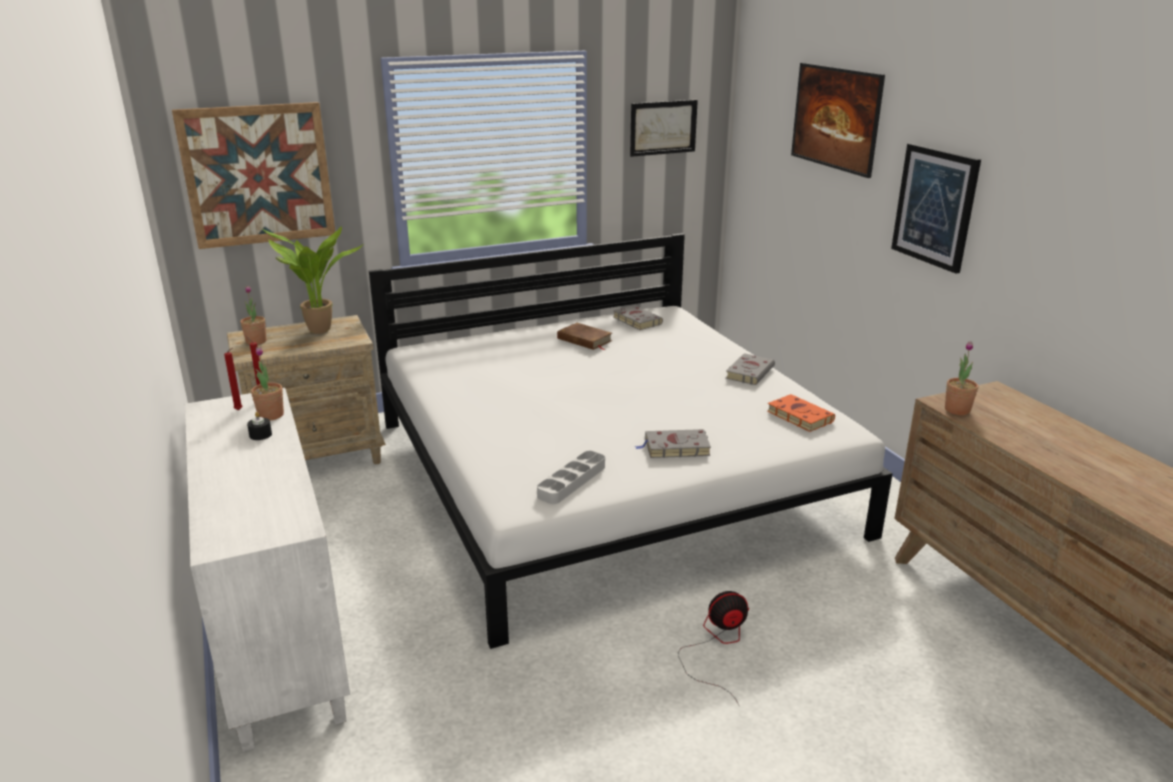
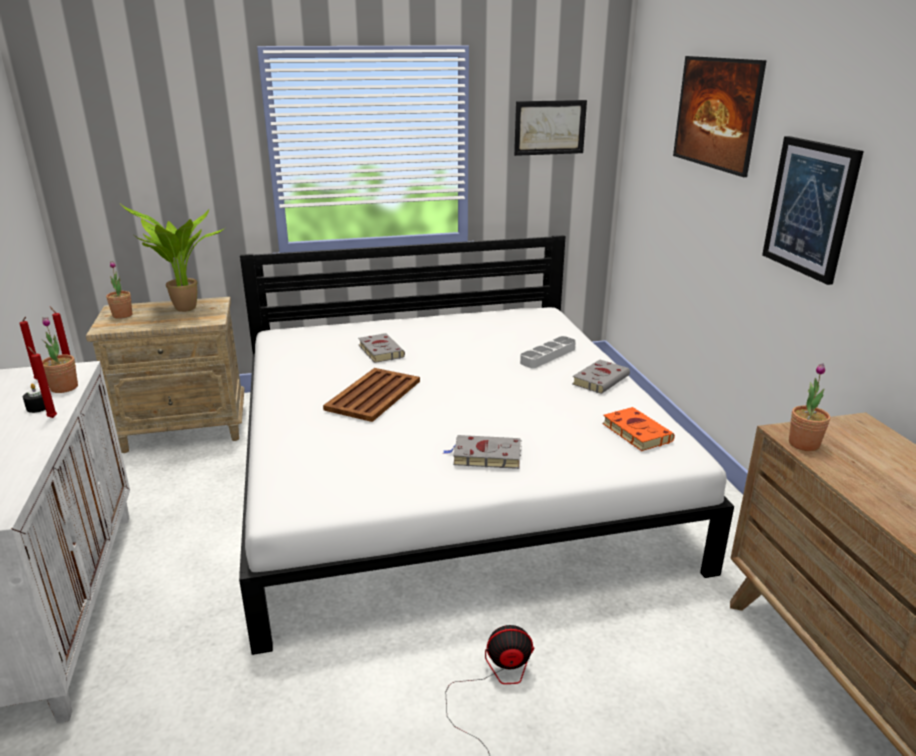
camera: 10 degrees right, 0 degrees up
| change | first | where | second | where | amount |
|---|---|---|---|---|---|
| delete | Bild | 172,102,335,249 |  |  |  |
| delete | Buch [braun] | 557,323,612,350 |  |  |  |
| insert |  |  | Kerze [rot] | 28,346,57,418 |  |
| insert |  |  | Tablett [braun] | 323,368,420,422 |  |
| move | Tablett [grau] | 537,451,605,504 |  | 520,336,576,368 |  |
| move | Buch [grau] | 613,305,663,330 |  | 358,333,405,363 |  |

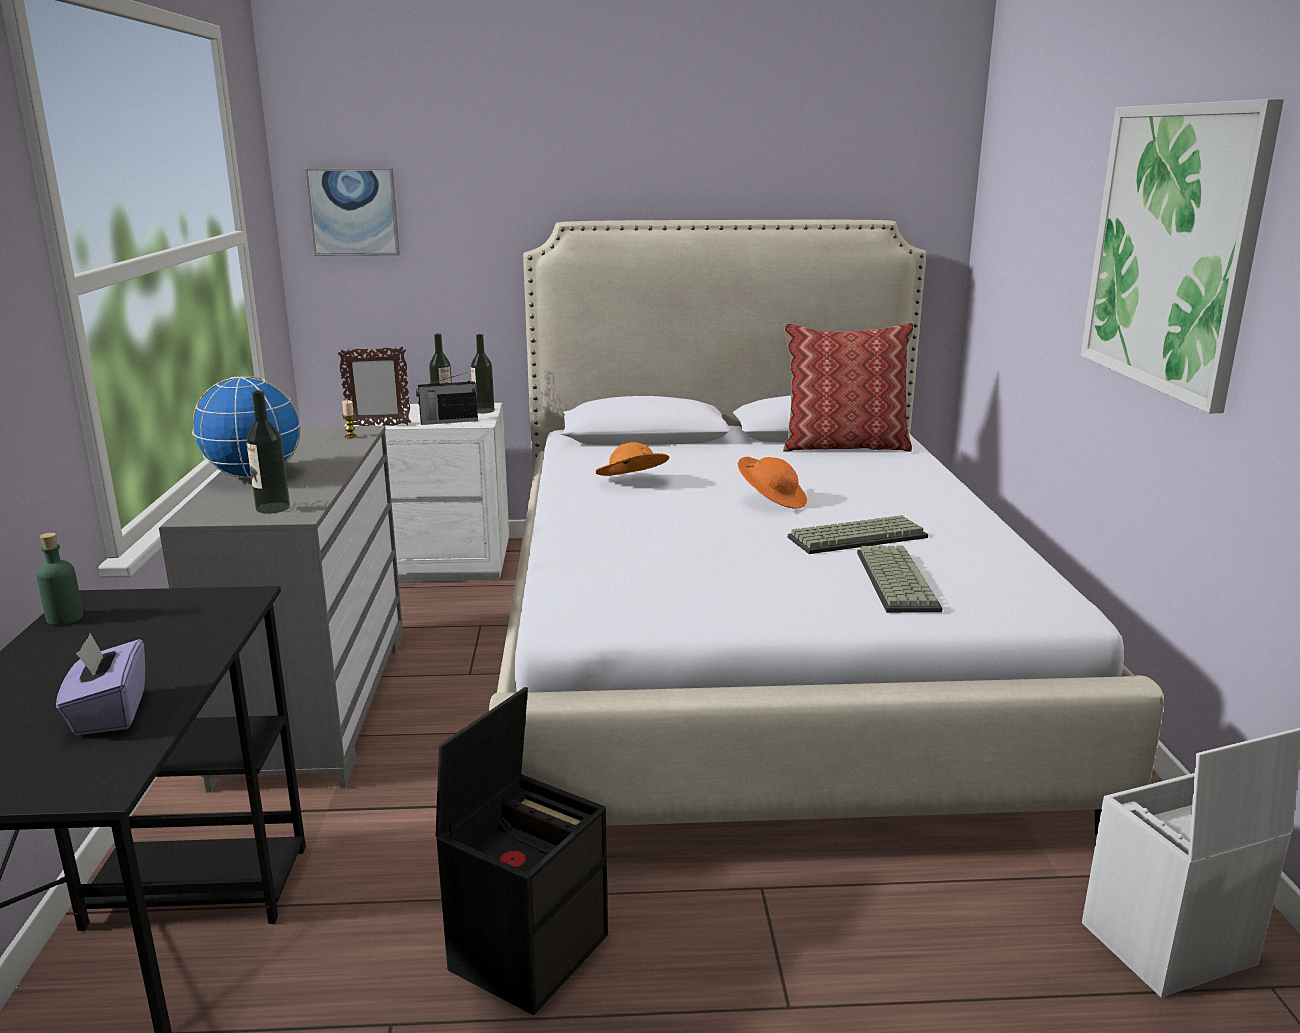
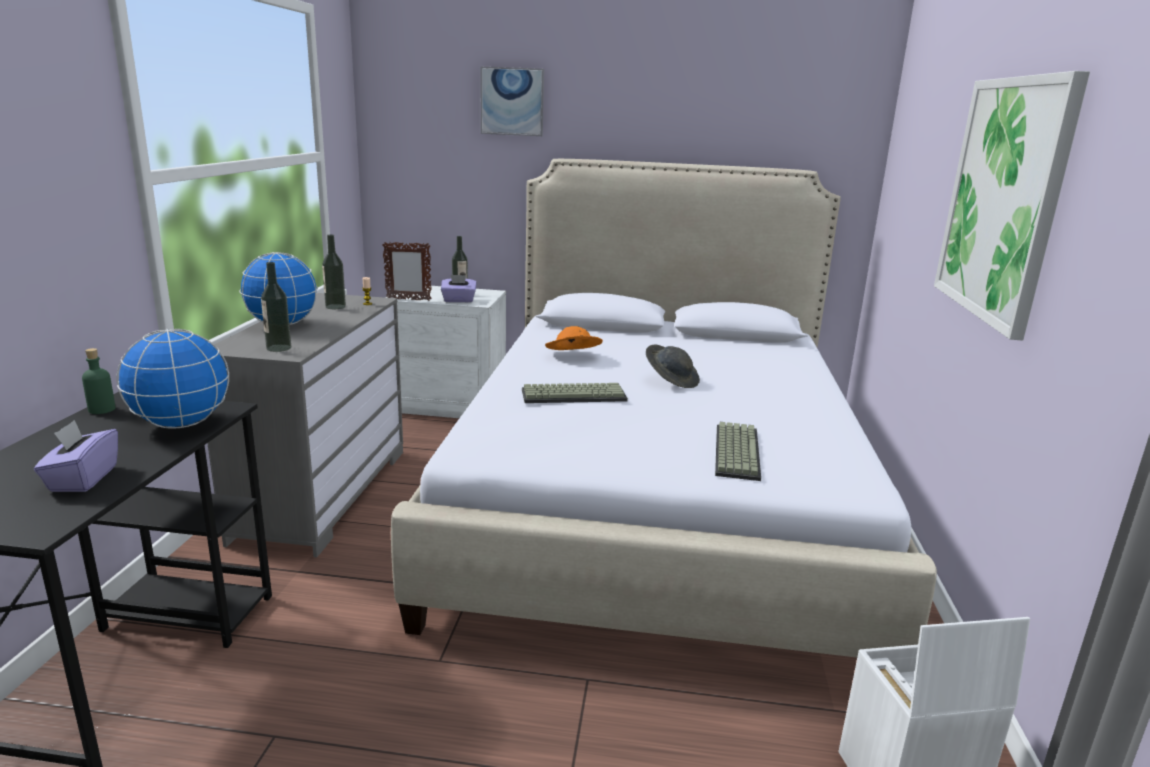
camera: 10 degrees right, 0 degrees up
| change | first | where | second | where | amount |
|---|---|---|---|---|---|
| delete | Aufbewahrungsbox [schwarz] | 436,687,608,1015 |  |  |  |
| delete | Kissen | 783,322,914,452 |  |  |  |
| insert |  |  | Globus | 117,329,229,429 |  |
| move | Bild | 305,168,400,256 |  | 480,67,544,136 |  |
| move | Flasche | 471,334,494,413 |  | 322,234,346,309 |  |
| move | Tastatur | 788,515,928,554 |  | 522,383,628,403 |  |
| replace | Radio | 416,372,478,425 | Taschentuchbox [lila] | 441,275,477,302 |  |
| recolor | Hut [orange] | 738,457,807,509 | Hut [grau] | 646,345,700,388 |  |

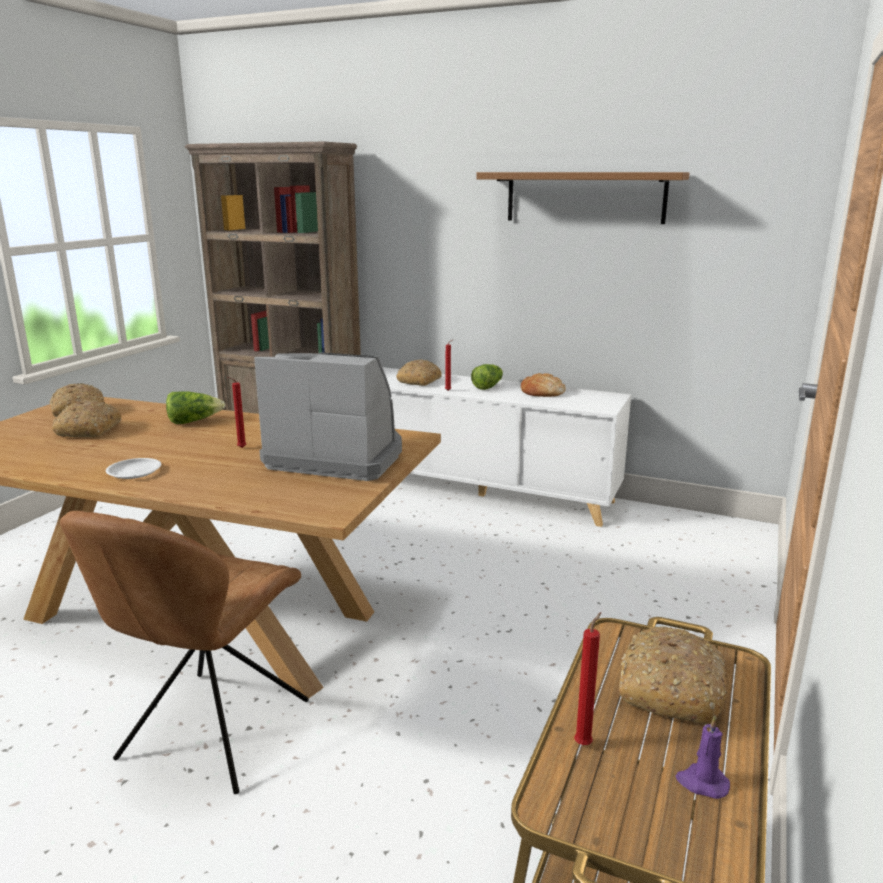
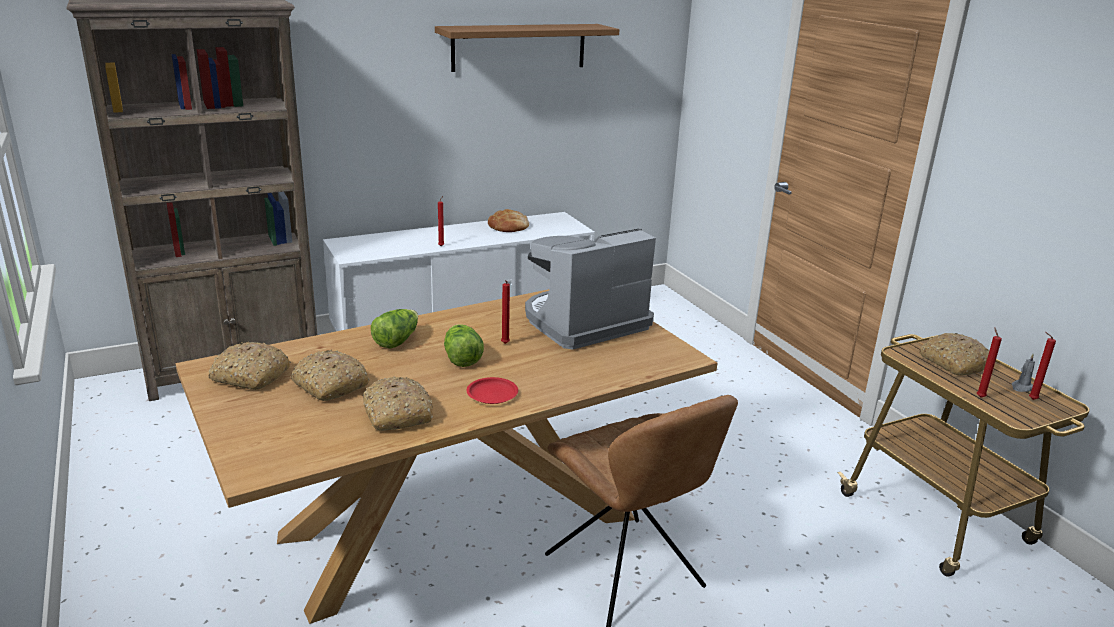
camera: 50 degrees left, 5 degrees up
| change | first | where | second | where | amount |
|---|---|---|---|---|---|
| insert |  |  | Kerze [rot] | 1029,332,1056,400 |  |
| move | Brot | 396,360,442,386 |  | 363,377,433,431 |  |
| move | Salatkopf | 471,364,503,390 |  | 444,324,484,367 |  |
| recolor | Teller [weiß] | 106,458,161,479 | Teller [rot] | 466,377,518,404 |  |
| recolor | Kerze [lila] | 676,715,730,799 | Kerze [grau] | 1012,354,1035,392 |  |

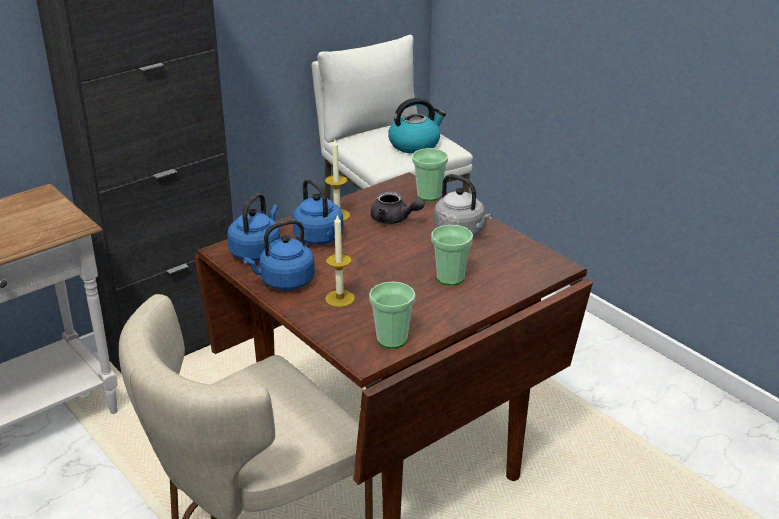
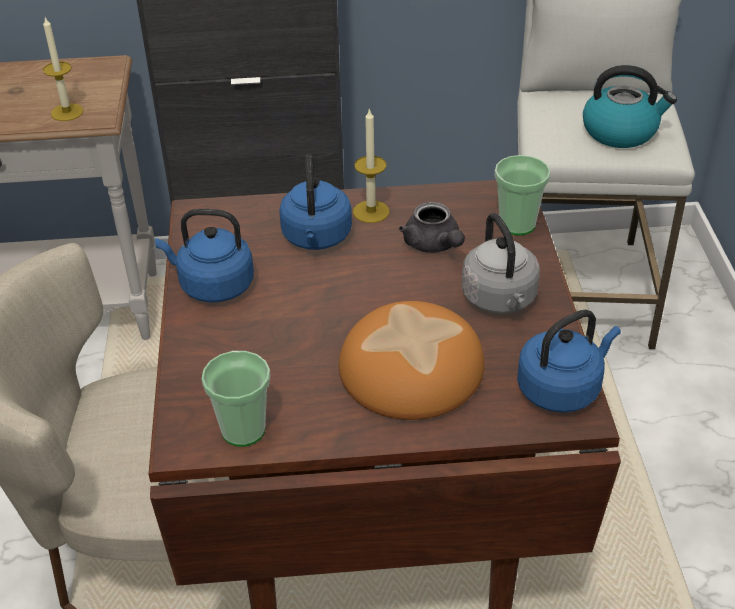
camera: 35 degrees right, 10 degrees up
| change | first | where | second | where | amount |
|---|---|---|---|---|---|
| move | Wasserkessel [blau] | 227,193,280,261 |  | 517,310,621,413 |  |
| move | Kerze | 325,214,355,307 |  | 43,17,84,121 |  |
| replace | Tasse | 431,225,473,286 | Brot | 339,301,485,420 |  |

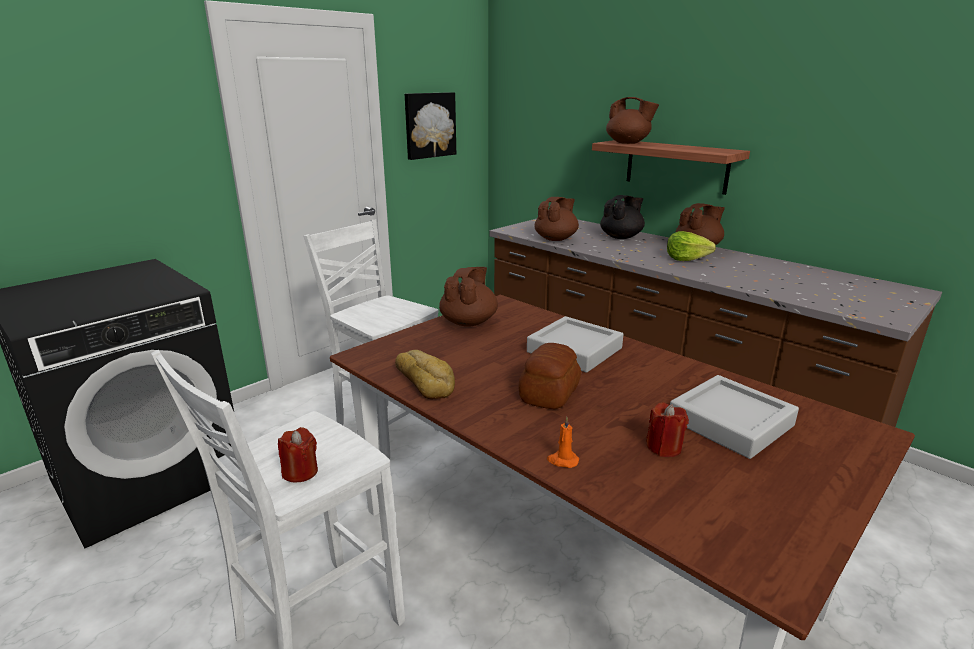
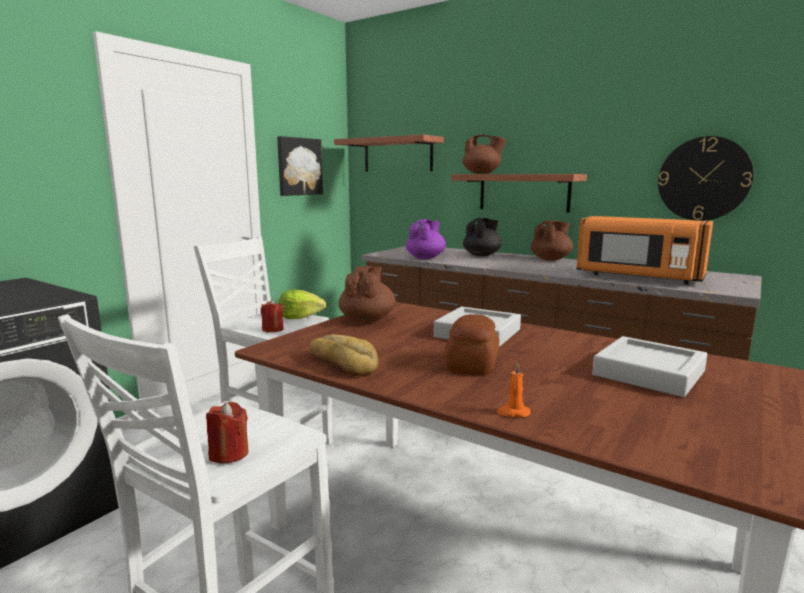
camera: 10 degrees left, 10 degrees down
| change | first | where | second | where | amount |
|---|---|---|---|---|---|
| insert |  |  | Wandregal | 334,135,444,172 |  |
| insert |  |  | Mikrowelle [orange] | 576,216,713,284 |  |
| insert |  |  | Wanduhr | 658,136,753,221 |  |
| move | Kerze [rot] | 646,403,689,457 |  | 261,299,284,332 |  |
| move | Salatkopf | 667,231,716,261 |  | 278,289,326,319 |  |
| recolor | Teekanne [braun] | 535,197,579,241 | Teekanne [lila] | 406,219,446,259 |  |

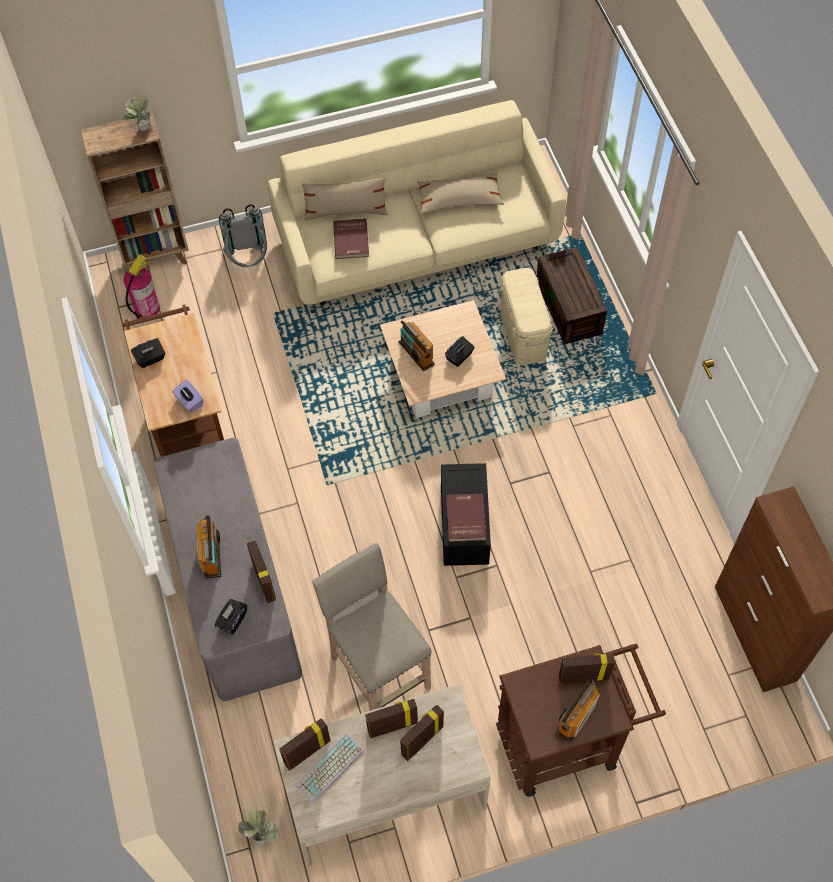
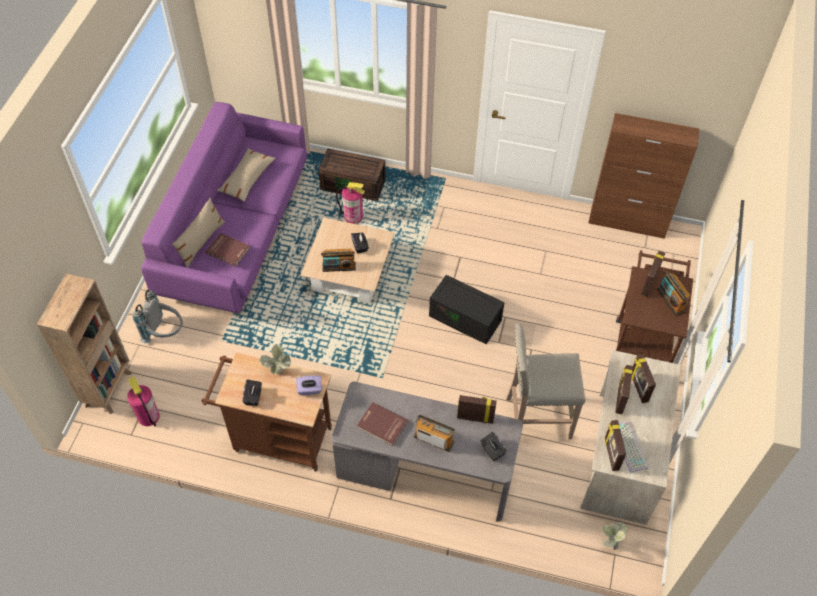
camera: 60 degrees left, 5 degrees down
| change | first | where | second | where | amount |
|---|---|---|---|---|---|
| move | Topfpflanze | 123,94,153,131 |  | 259,344,291,374 |  |
| move | Buch [rot] | 446,494,487,542 |  | 357,402,408,446 |  |
| replace | Aufbewahrungsbox [beige] | 500,268,553,365 | Feuerlöscher | 336,182,365,224 |  |
| recolor | Sofa [beige] | 267,100,566,306 | Sofa [lila] | 141,102,307,313 |  |

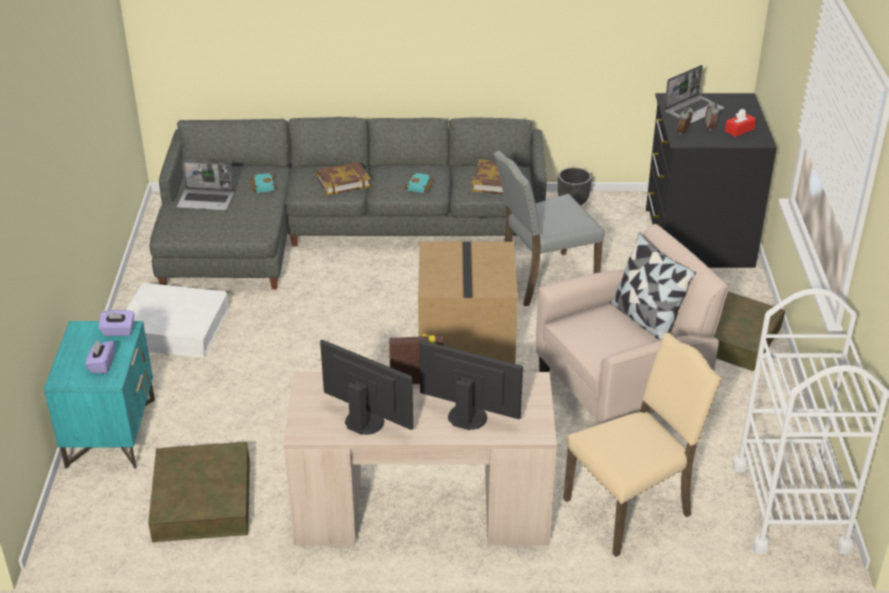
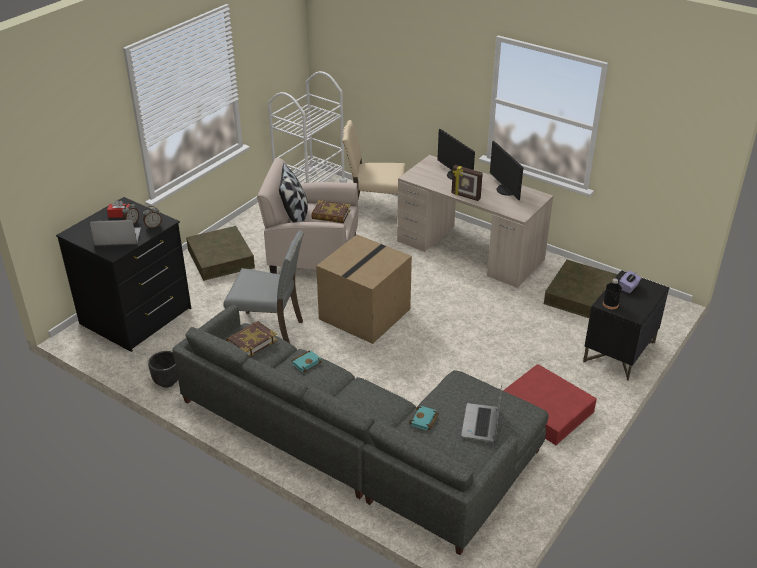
camera: 145 degrees left, 0 degrees up
| change | first | where | second | where | amount |
|---|---|---|---|---|---|
| move | Buch | 317,162,371,195 |  | 311,200,350,223 |  |
| replace | Taschentuchbox [lila] | 98,310,134,336 | Flasche [schwarz] | 603,279,622,309 |  |
| recolor | Nachttisch [türkis] | 44,321,155,469 | Nachttisch [schwarz] | 583,270,669,380 |  |
| recolor | Aufbewahrungsbox [weiß] | 126,283,229,358 | Aufbewahrungsbox [rot] | 503,364,597,445 |  |
| rotate | Laptop | 177,160,235,210 |  | 461,385,502,442 | 120 degrees counterclockwise |

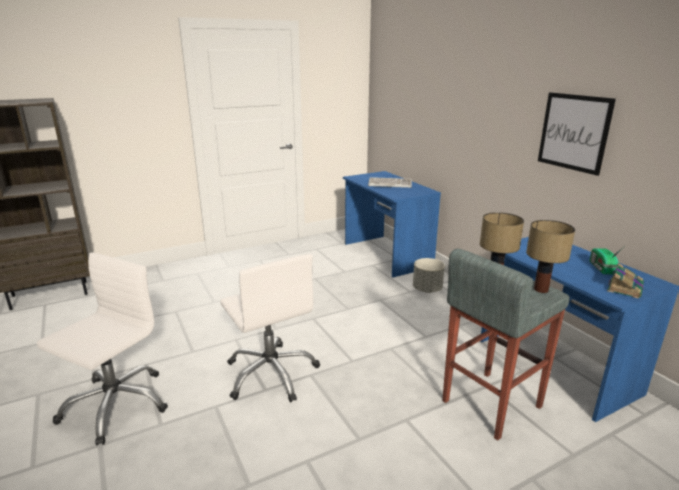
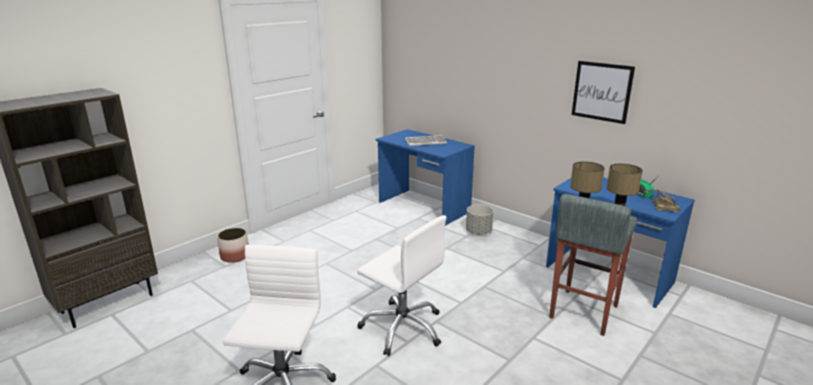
camera: 20 degrees left, 0 degrees up
| change | first | where | second | where | amount |
|---|---|---|---|---|---|
| insert |  |  | Pflanzkübel | 217,228,249,263 |  |

